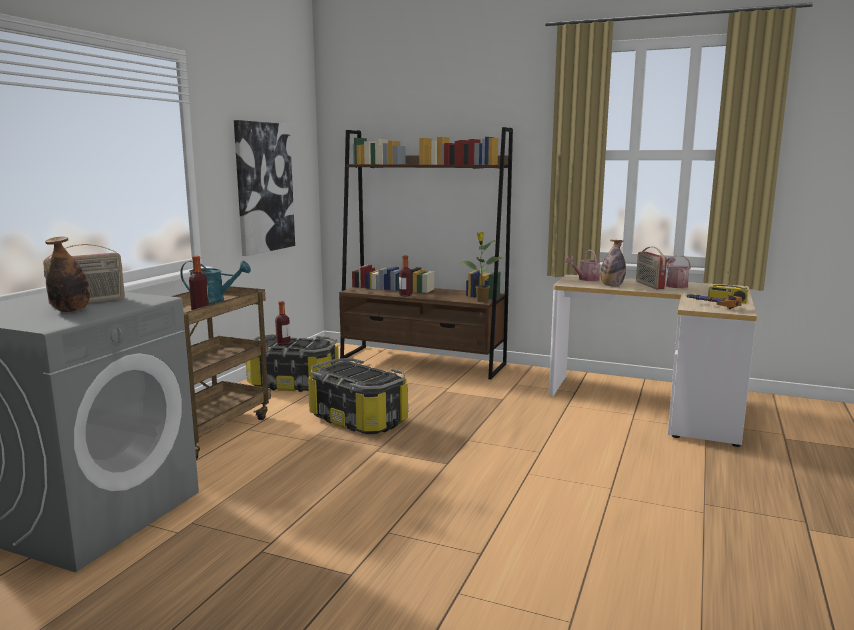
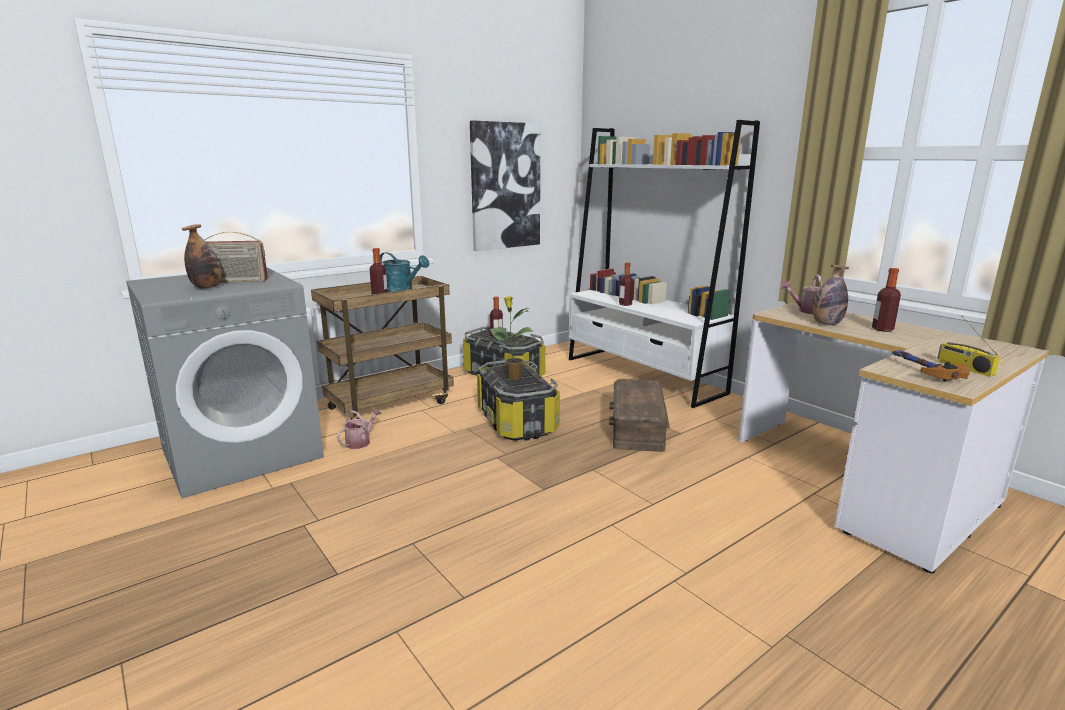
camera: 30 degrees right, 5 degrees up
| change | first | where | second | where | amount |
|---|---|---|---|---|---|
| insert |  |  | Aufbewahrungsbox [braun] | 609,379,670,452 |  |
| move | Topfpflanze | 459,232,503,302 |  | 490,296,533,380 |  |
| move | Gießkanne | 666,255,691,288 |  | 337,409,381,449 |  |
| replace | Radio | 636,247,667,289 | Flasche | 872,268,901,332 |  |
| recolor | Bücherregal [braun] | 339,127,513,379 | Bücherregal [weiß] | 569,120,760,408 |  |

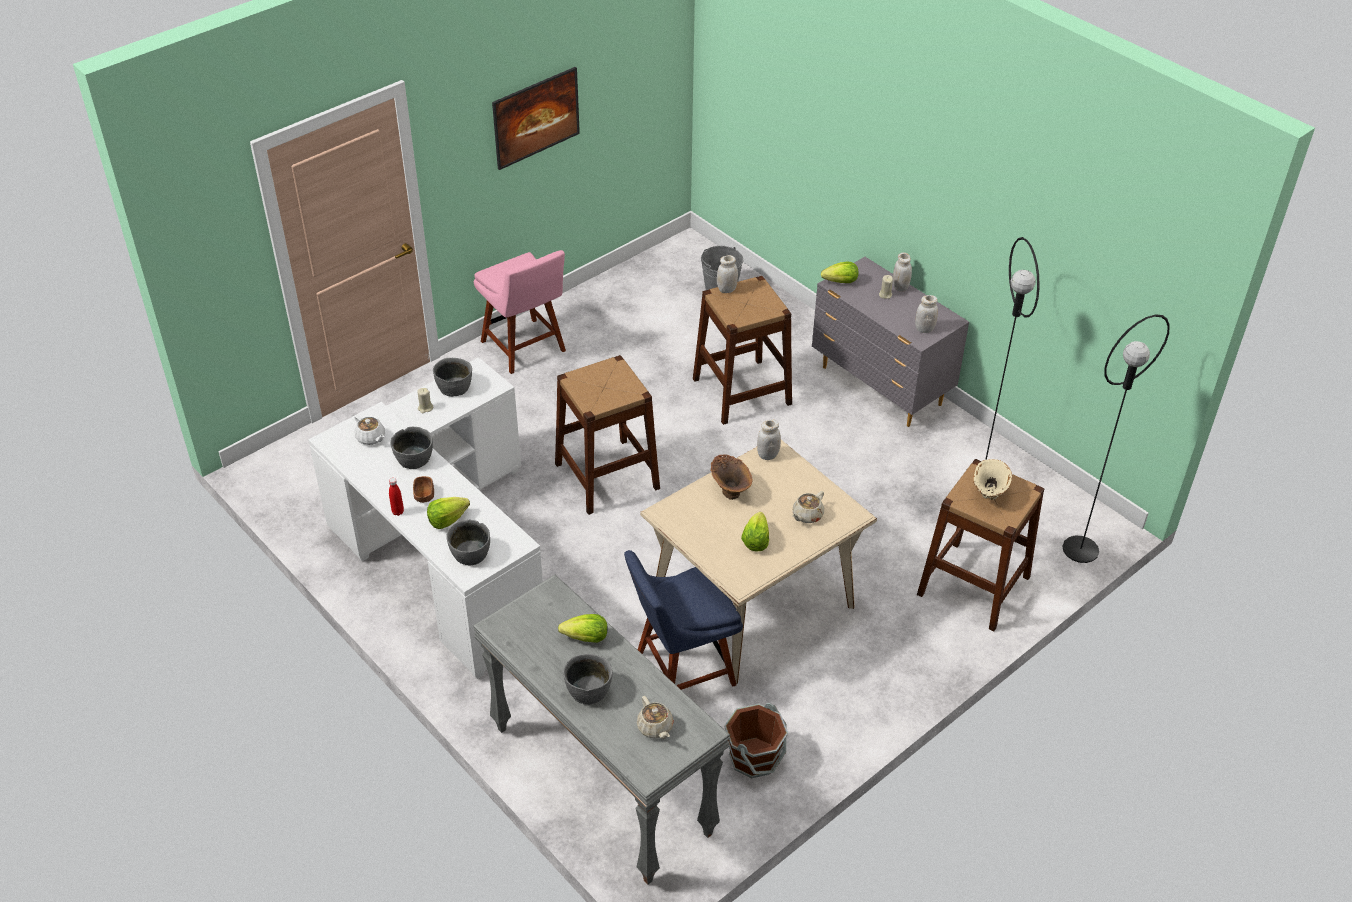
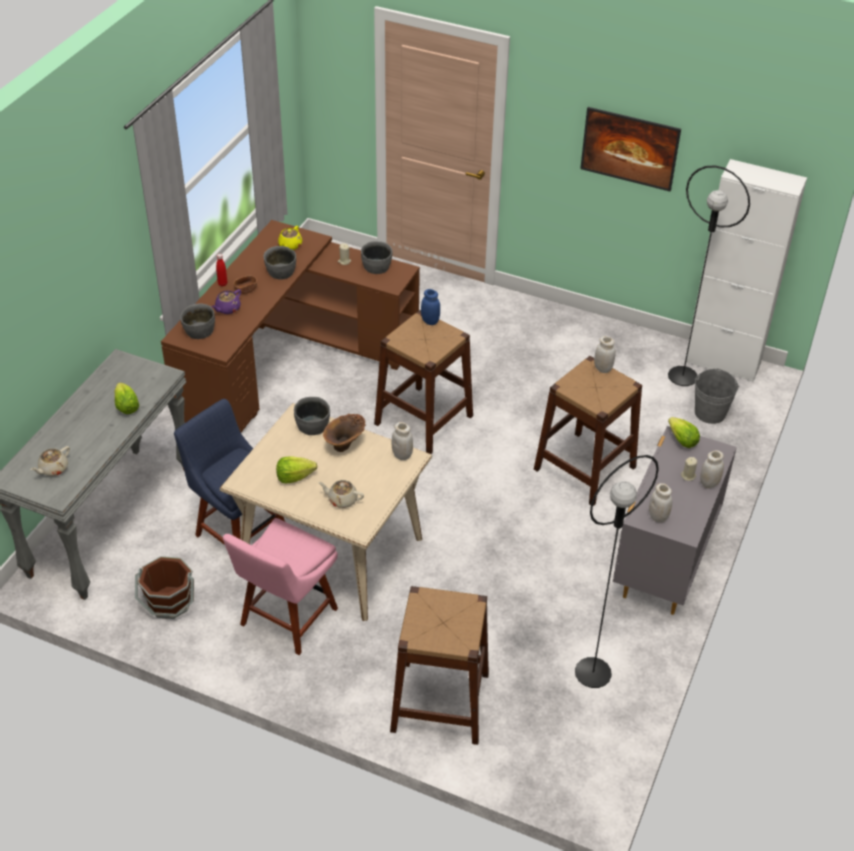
camera: 65 degrees right, 0 degrees up
| change | first | where | second | where | amount |
|---|---|---|---|---|---|
| delete | Vase [beige] | 973,459,1012,500 |  |  |  |
| insert |  |  | Vorratsglas [blau] | 421,289,440,325 |  |
| insert |  |  | Schrank [weiß] | 685,159,807,382 |  |
| move | Stuhl [rosa] | 474,250,566,374 |  | 223,518,338,655 |  |
| move | Schüssel [grau] | 563,654,613,705 |  | 294,397,330,435 |  |
| move | Stehlampe [schwarz] | 1062,315,1170,563 |  | 668,166,750,386 |  |
| replace | Salatkopf | 427,497,470,529 | Teekanne [lila] | 211,289,241,314 |  |
| recolor | Schreibtisch [weiß] | 308,357,543,679 | Schreibtisch [braun] | 161,220,420,432 |  |
| recolor | Teekanne [weiß] | 355,415,385,445 | Teekanne [gelb] | 278,226,302,250 |  |

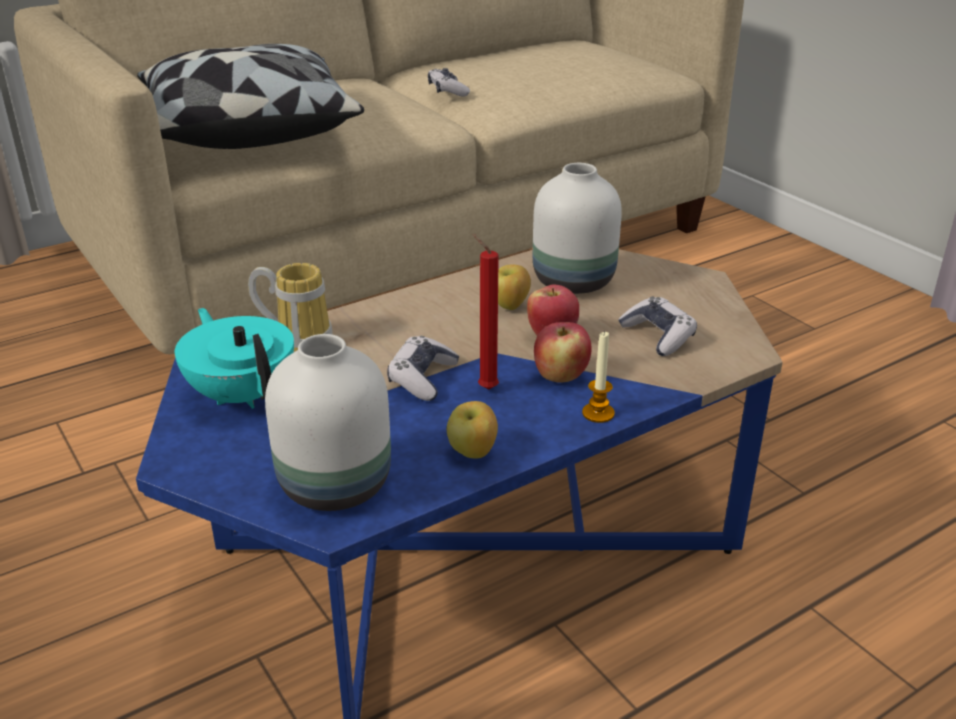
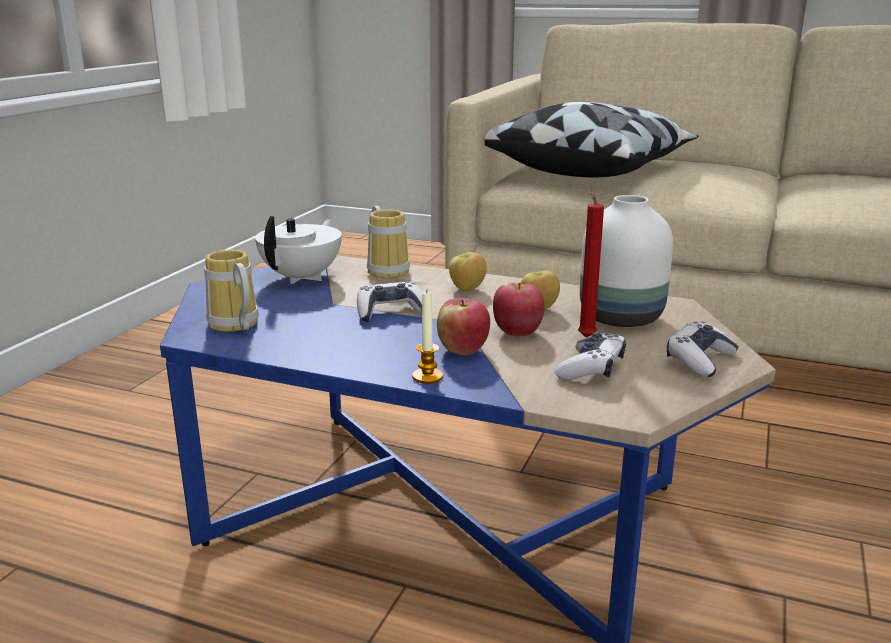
camera: 55 degrees right, 10 degrees down
| change | first | where | second | where | amount |
|---|---|---|---|---|---|
| move | Gamepad | 428,68,470,97 |  | 667,322,739,377 |  |
| move | Apfel | 447,401,498,458 |  | 449,252,487,291 |  |
| move | Kerze [rot] | 472,234,499,390 |  | 578,186,604,337 |  |
| replace | Vase [weiß] | 265,334,391,511 | Henkelbecher | 204,250,259,332 |  |
| recolor | Teekanne [türkis] | 175,308,294,409 | Teekanne [weiß] | 255,216,342,284 |  |

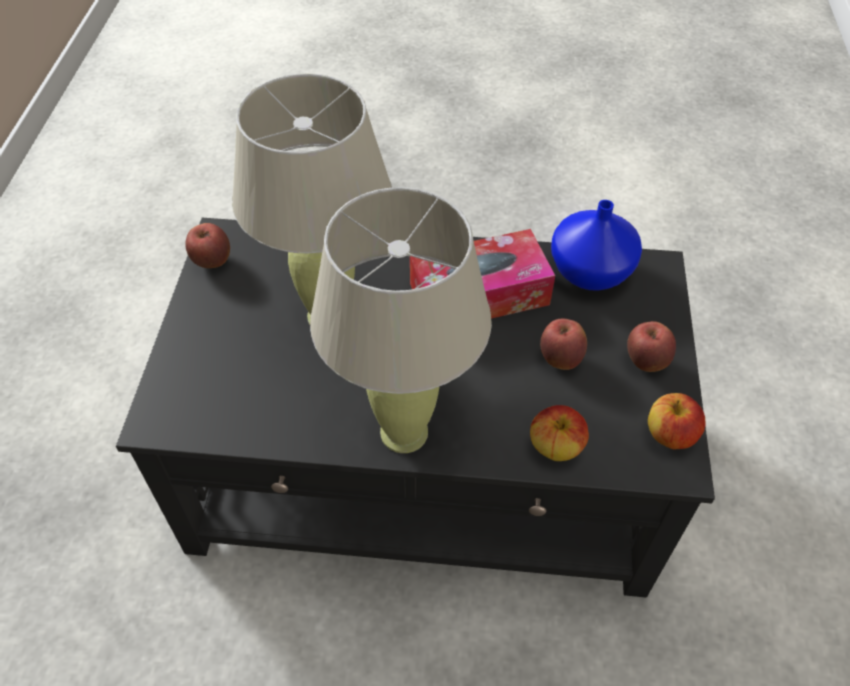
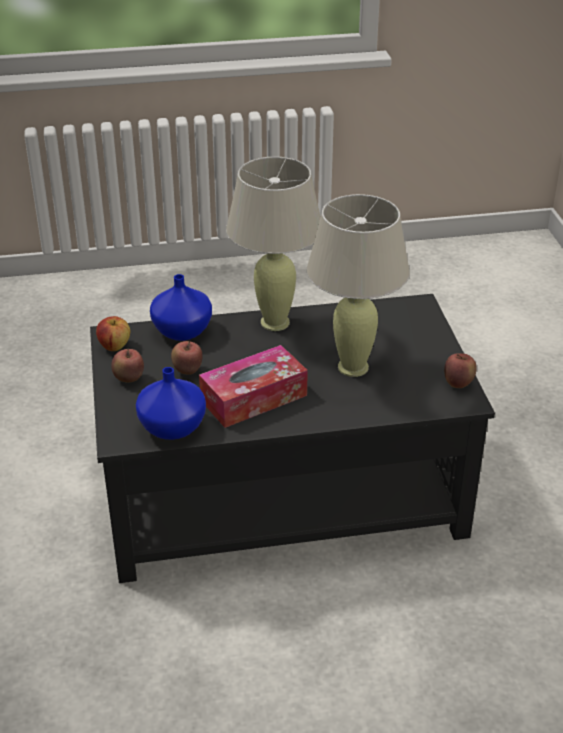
camera: 165 degrees right, 15 degrees down
| change | first | where | second | where | amount |
|---|---|---|---|---|---|
| replace | Apfel | 530,405,589,461 | Vase [blau] | 150,274,212,341 |  |

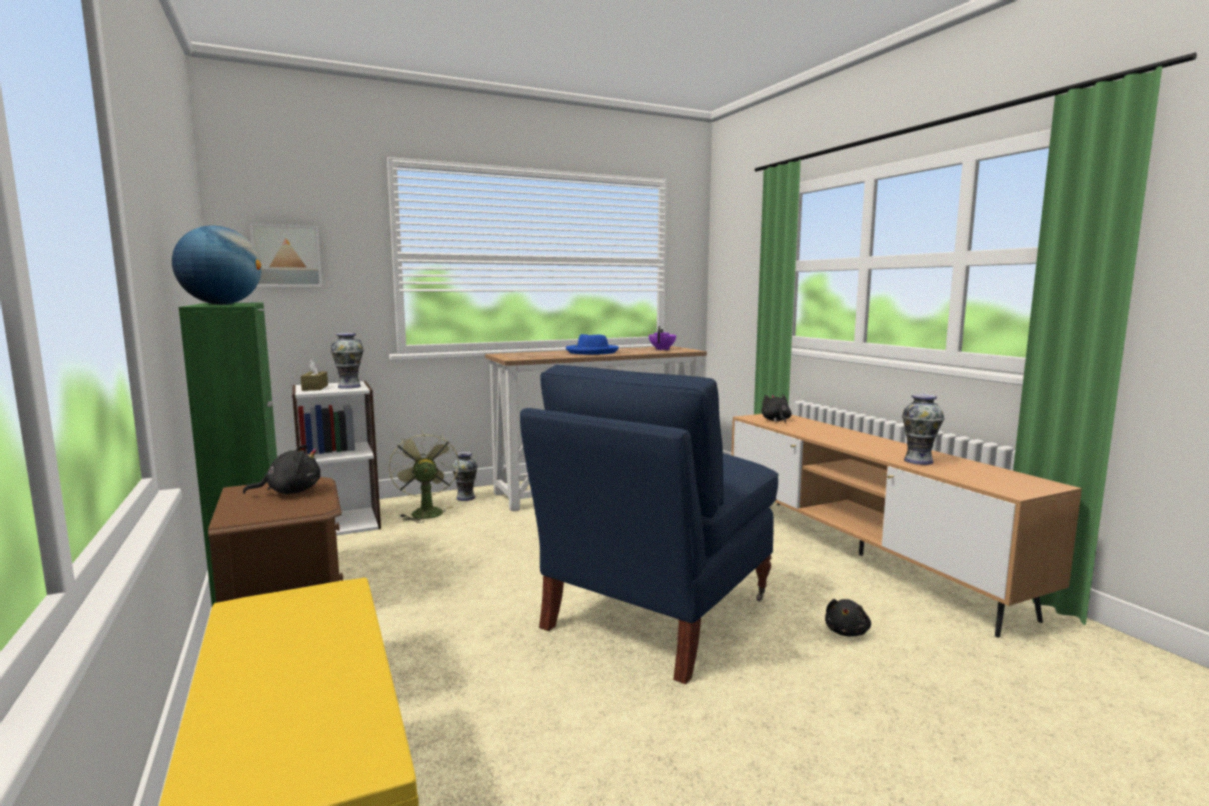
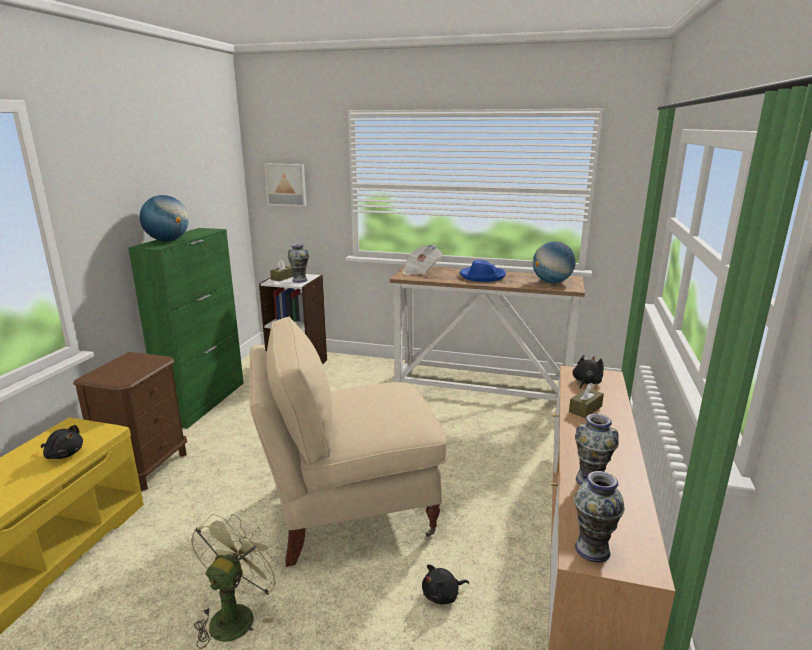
camera: 40 degrees right, 10 degrees up
| change | first | where | second | where | amount |
|---|---|---|---|---|---|
| insert |  |  | Zeitung | 402,245,442,274 |  |
| insert |  |  | Taschentuchbox [braun] | 569,383,604,418 |  |
| move | Plüschtier [schwarz] | 243,444,321,494 |  | 41,425,83,459 |  |
| move | Ventilator [grün] | 389,431,459,523 |  | 191,514,284,649 |  |
| move | Vase | 452,452,478,501 |  | 574,471,625,562 |  |
| replace | Teekanne [lila] | 649,326,676,350 | Globus | 533,241,576,283 |  |
| recolor | Sessel [blau] | 520,365,779,684 | Sessel [beige] | 250,316,446,567 |  |

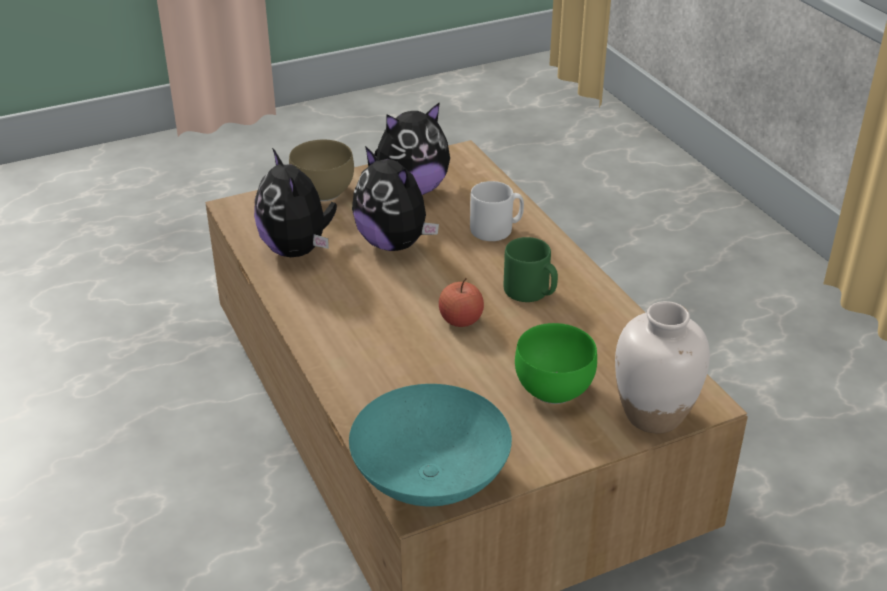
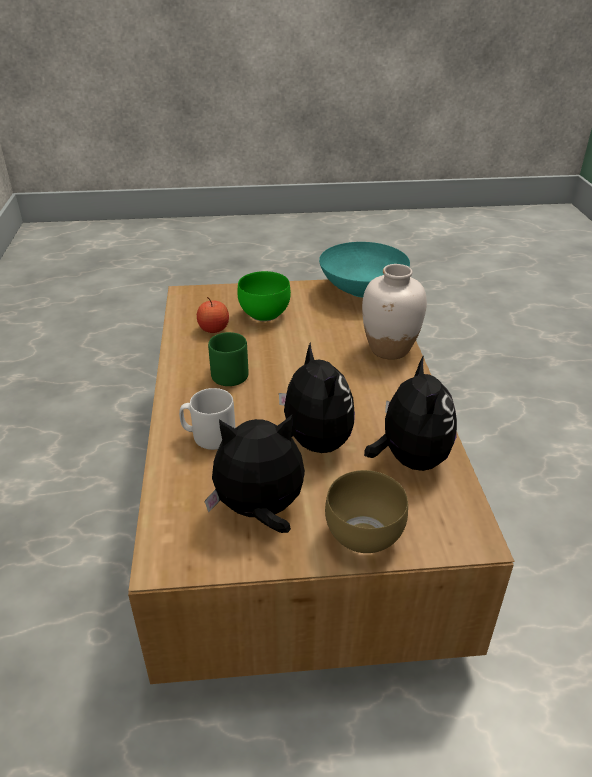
camera: 160 degrees left, 0 degrees up
| change | first | where | second | where | amount |
|---|---|---|---|---|---|
| move | Apfel | 439,278,484,327 |  | 197,297,229,333 |  |
| move | Vase [weiß] | 615,301,710,434 |  | 362,264,427,360 |  |

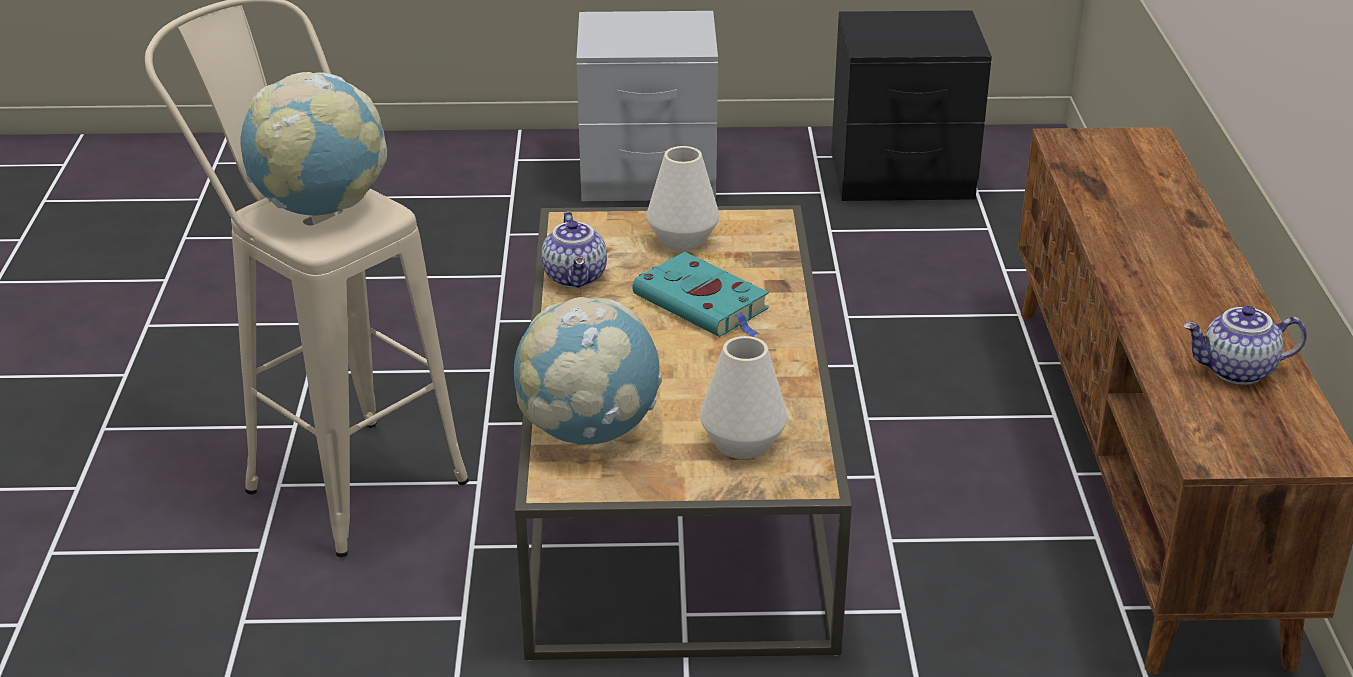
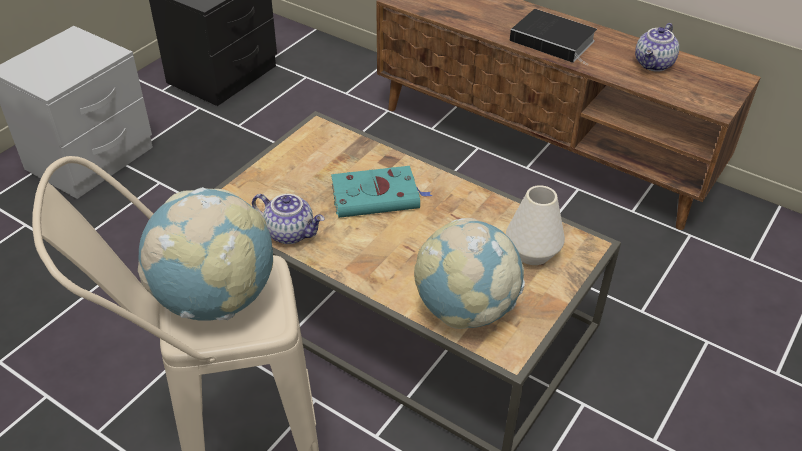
camera: 55 degrees left, 10 degrees up
| change | first | where | second | where | amount |
|---|---|---|---|---|---|
| delete | Vase [weiß] | 646,146,719,251 |  |  |  |
| insert |  |  | Buch | 509,9,597,66 |  |

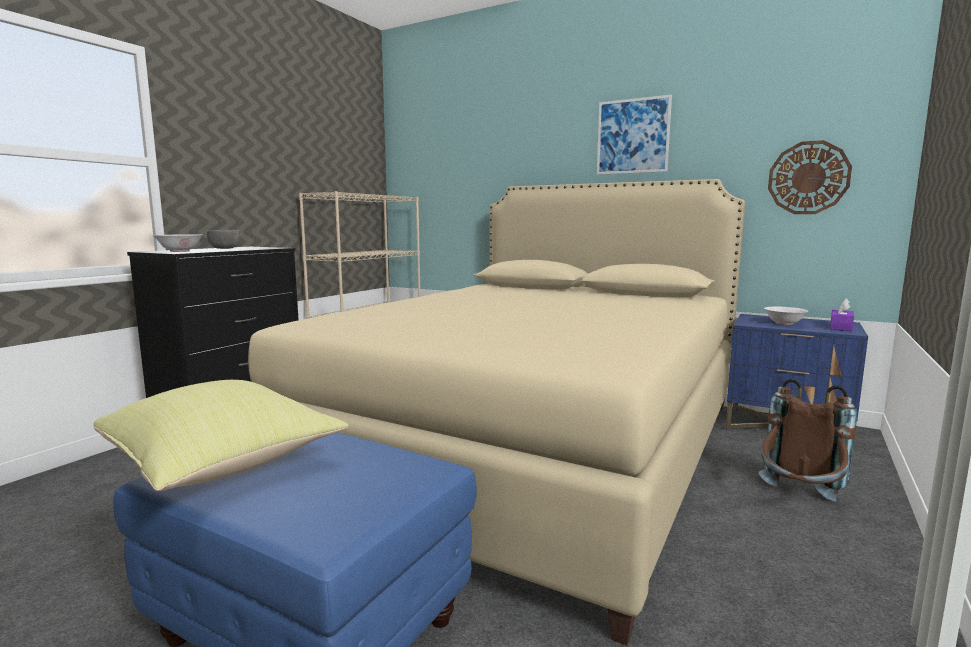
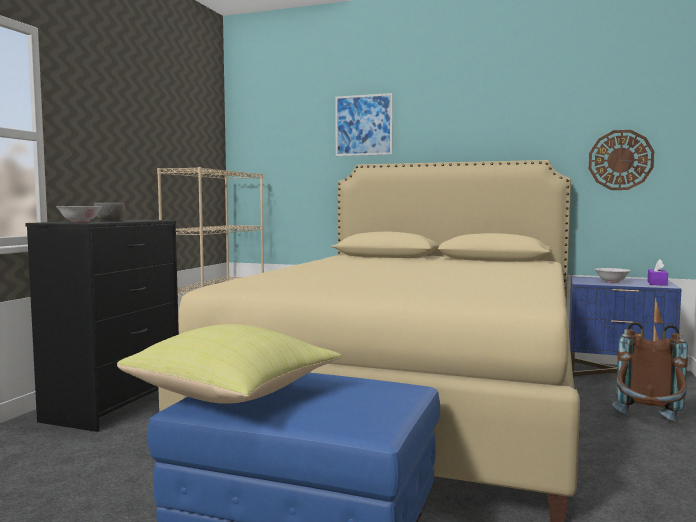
camera: 10 degrees left, 5 degrees down
| change | first | where | second | where | amount |
|---|---|---|---|---|---|
| move | Bild | 597,95,672,175 |  | 336,93,393,156 |  |

